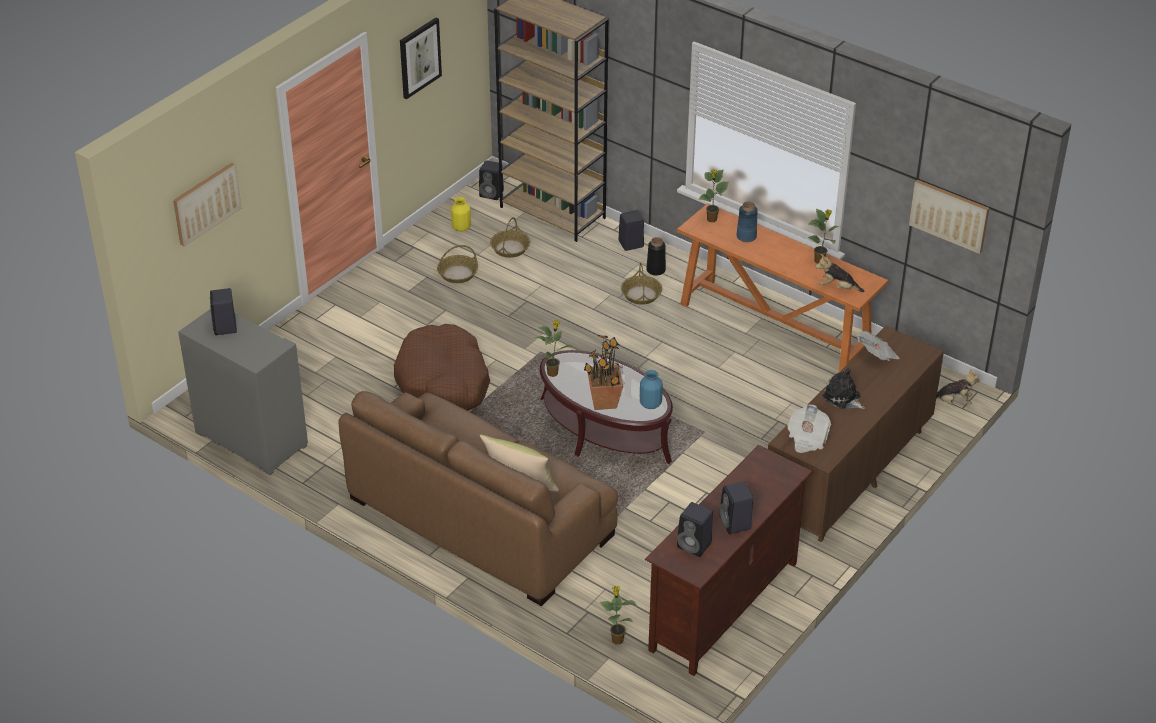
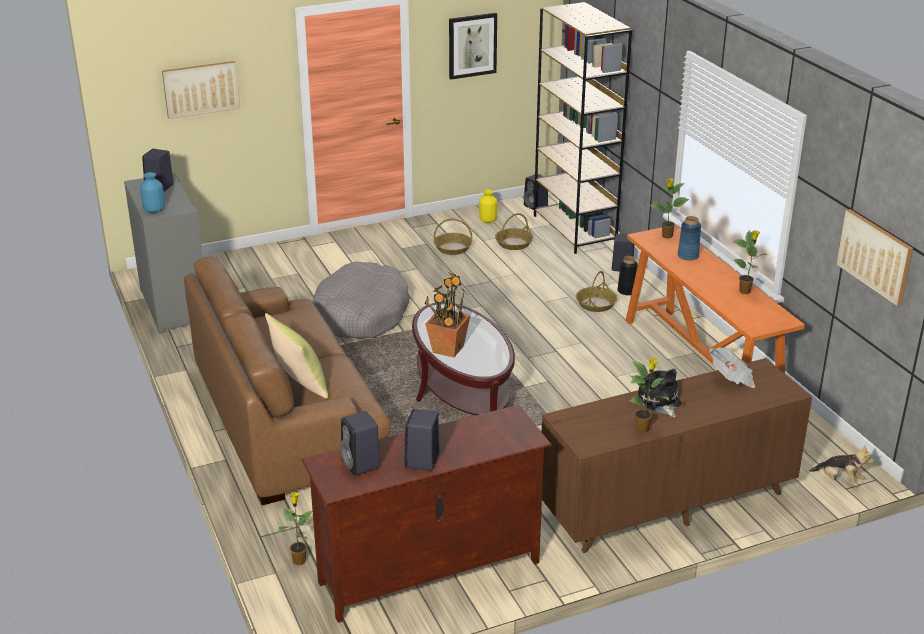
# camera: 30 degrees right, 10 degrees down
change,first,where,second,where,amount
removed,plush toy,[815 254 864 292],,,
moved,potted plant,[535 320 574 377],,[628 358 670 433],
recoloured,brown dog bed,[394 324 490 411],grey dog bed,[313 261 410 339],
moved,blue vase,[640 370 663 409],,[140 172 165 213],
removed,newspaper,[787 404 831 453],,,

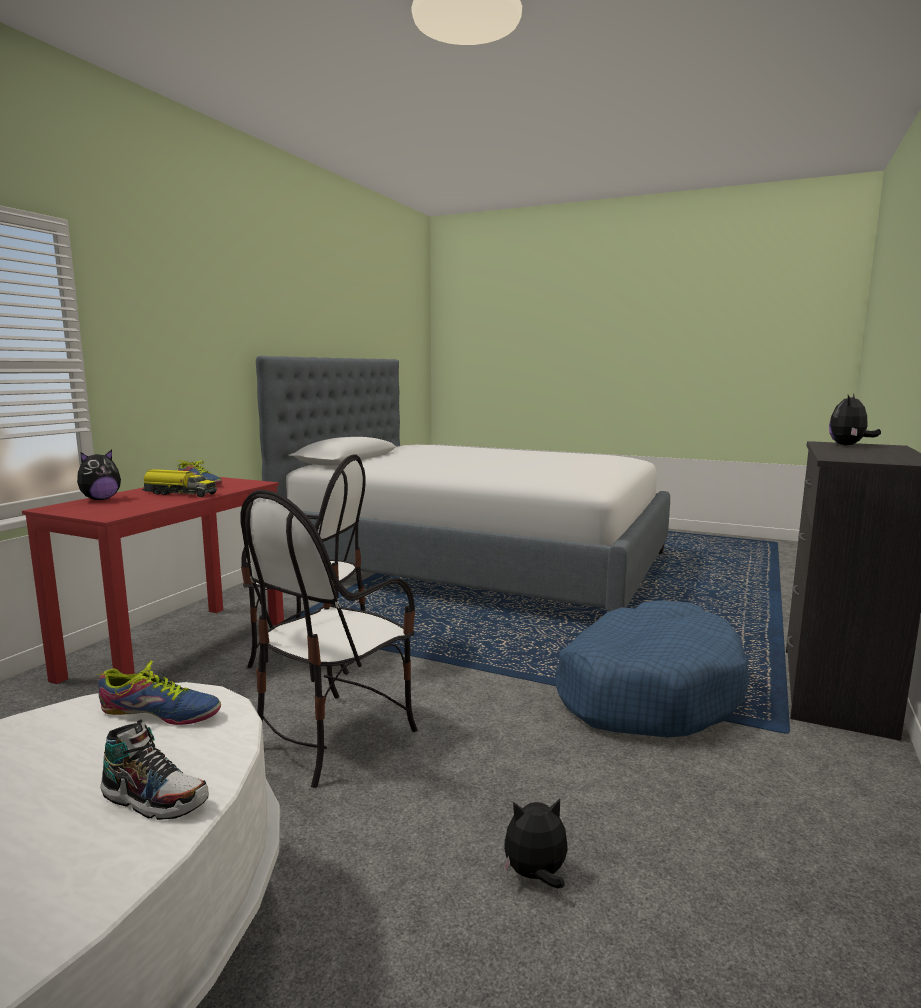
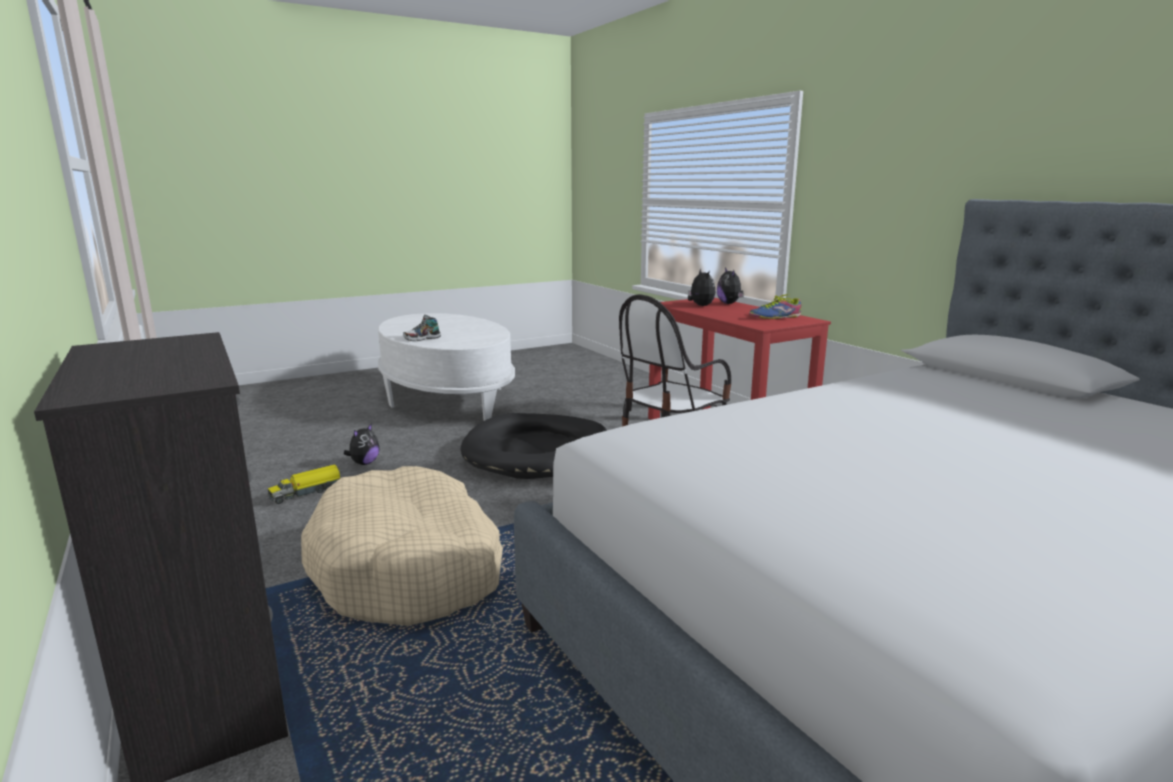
# camera: 125 degrees right, 5 degrees up
change,first,where,second,where,amount
moved,plush toy,[829 393 881 446],,[688 269 716 306],
moved,toy truck,[142 469 217 497],,[268 464 340 504],
replaced,chair,[240 489 417 788],black dog bed,[460 413 607 479],
recoloured,blue dog bed,[555 600 749 738],beige dog bed,[301 466 503 626],
removed,shoe,[96 660 221 725],,,

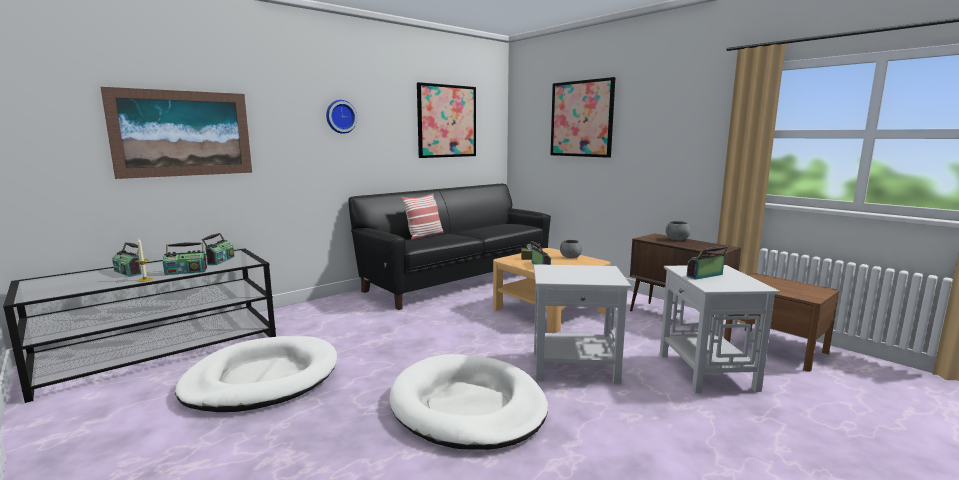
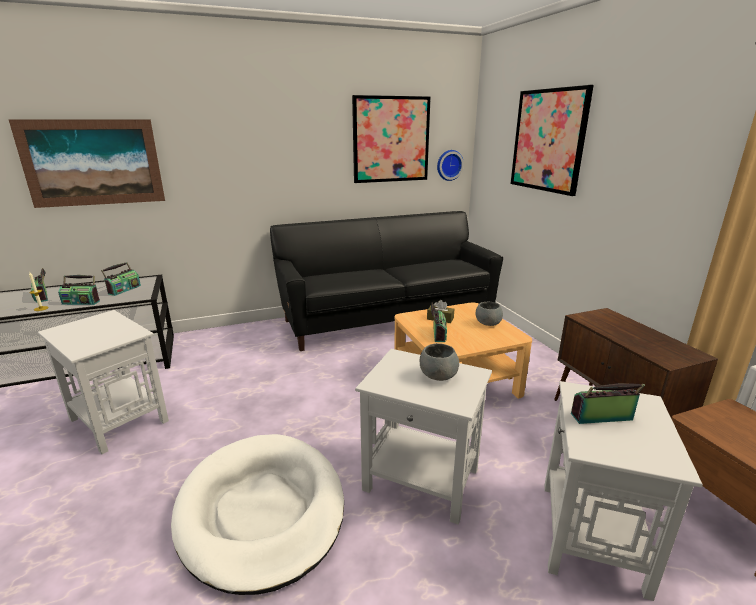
# camera: 20 degrees right, 10 degrees up
change,first,where,second,where,amount
moved,wall clock,[326 100 357 134],,[437 150 464 181],
removed,pillow,[401 194 444 240],,,
moved,grey bowl,[666 221 691 241],,[420 343 459 381],
replaced,white dog bed,[175 336 337 412],white side table,[38 310 169 454],

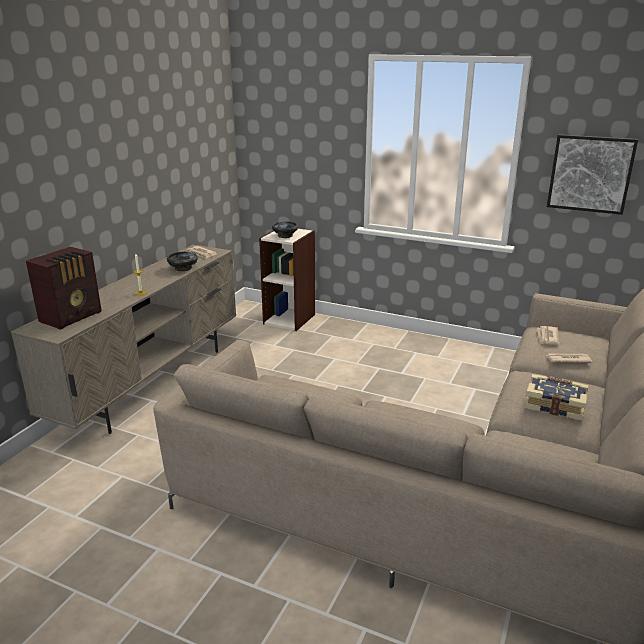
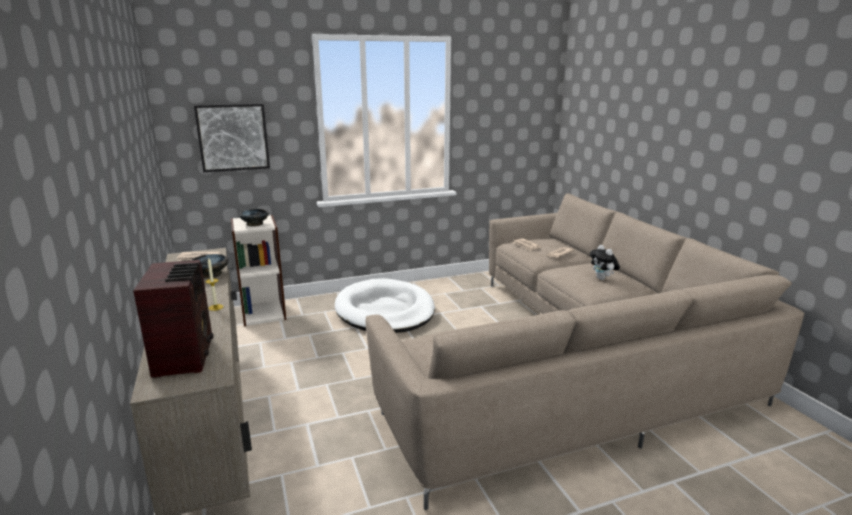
# camera: 45 degrees left, 5 degrees down
change,first,where,second,where,amount
moved,picture,[547 134 638 215],,[194 104 270 172],
replaced,book,[524 374 589 421],plush toy,[590 245 620 280],
added,,,white dog bed,[335 278 435 333],

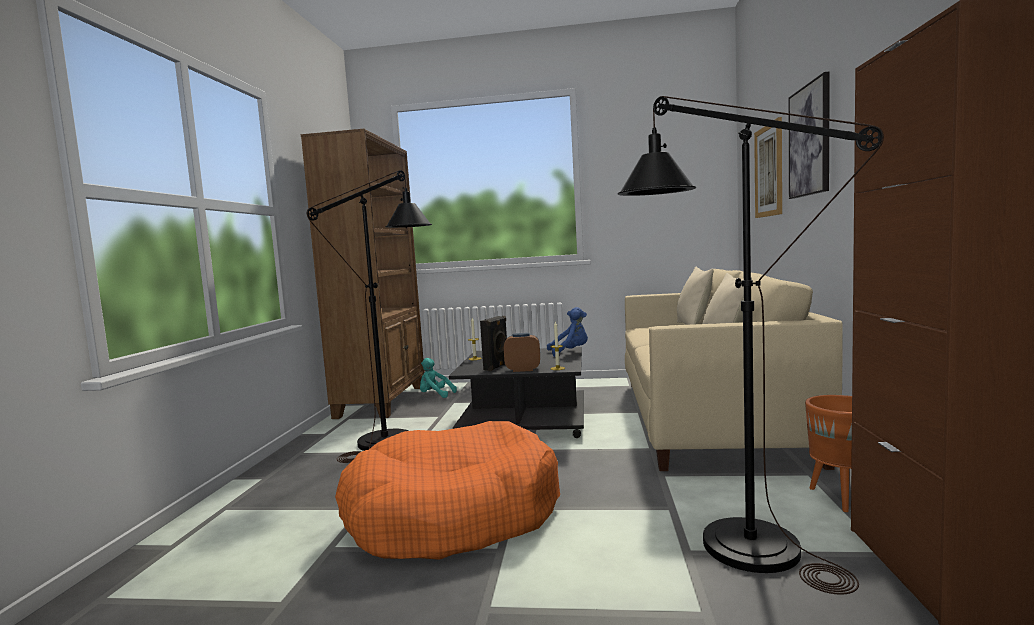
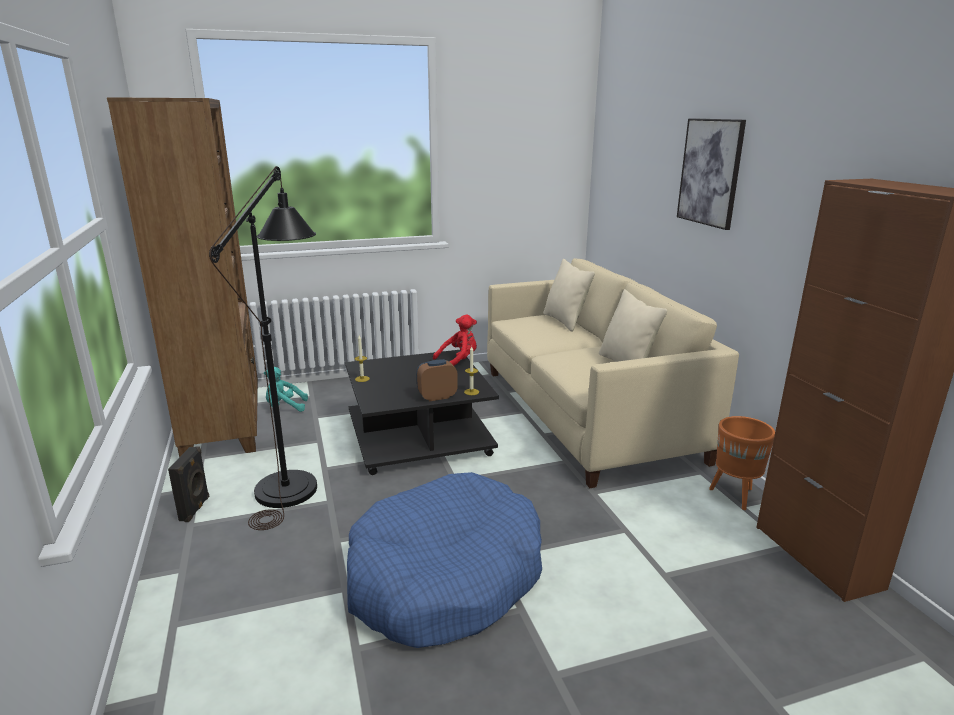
# camera: 25 degrees left, 15 degrees up
change,first,where,second,where,amount
removed,black floor lamp,[618 96 884 595],,,
removed,picture,[754 117 782 218],,,
recoloured,blue plush toy,[547 307 588 357],red plush toy,[433 315 477 366],
moved,black speaker,[480 316 507 371],,[168 446 209 522],
recoloured,orange dog bed,[335 421 560 560],blue dog bed,[347 472 542 648],

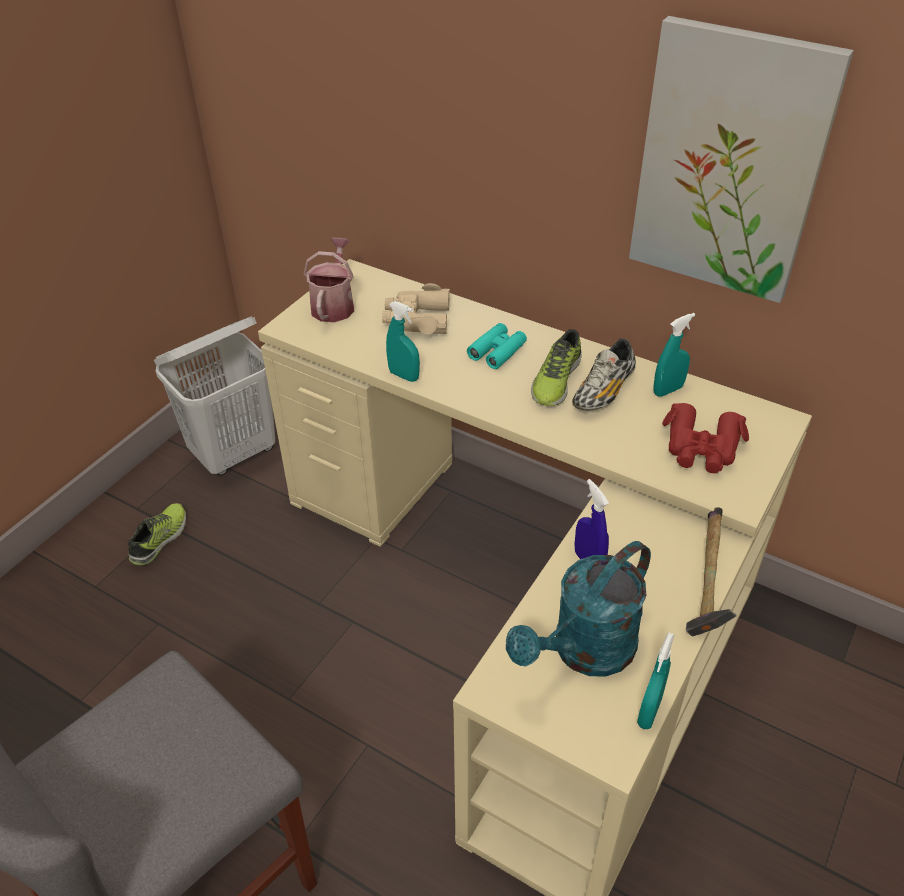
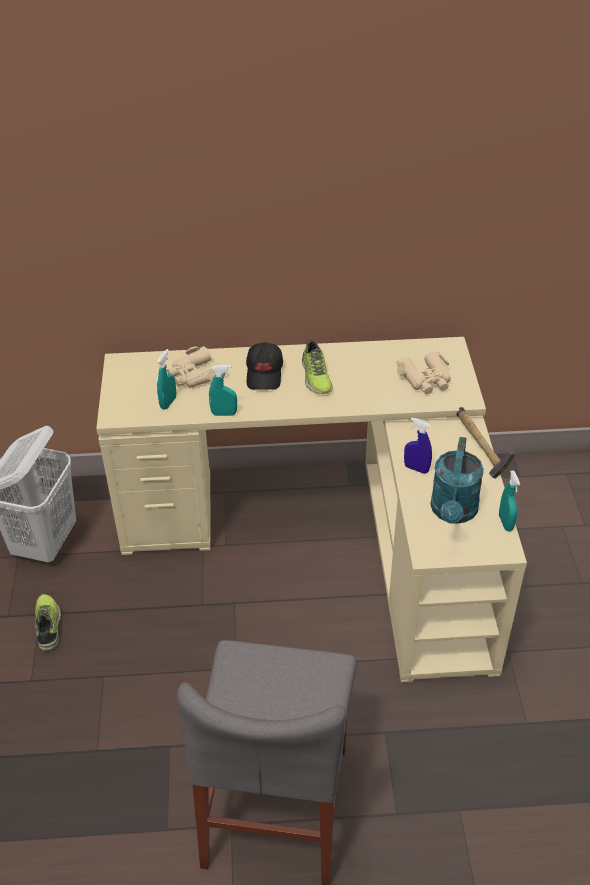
# camera: 35 degrees left, 0 degrees up
change,first,where,second,where,amount
removed,picture,[629 16 854 303],,,
removed,watering can,[304 238 354 322],,,
moved,turquoise spray bottle,[653 313 695 396],,[157 349 176 410],
replaced,turquoise binoculars,[467 323 527 369],black cap,[246 342 283 390],
removed,shoe,[572 338 636 410],,,
recoloured,red binoculars,[662 403 749 473],beige binoculars,[396 351 451 394],

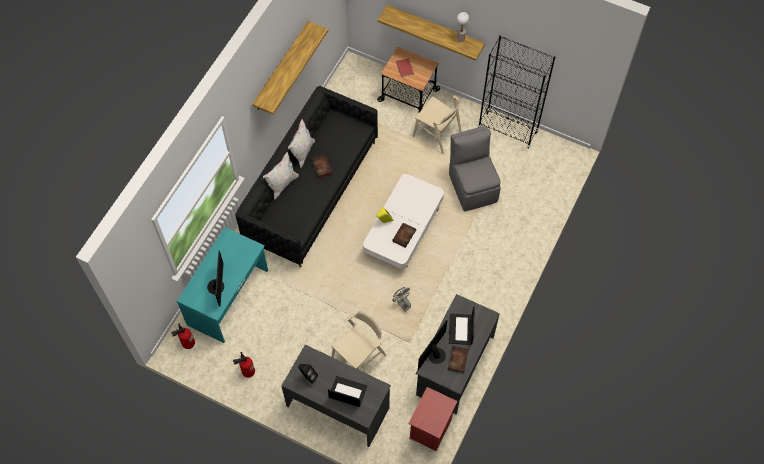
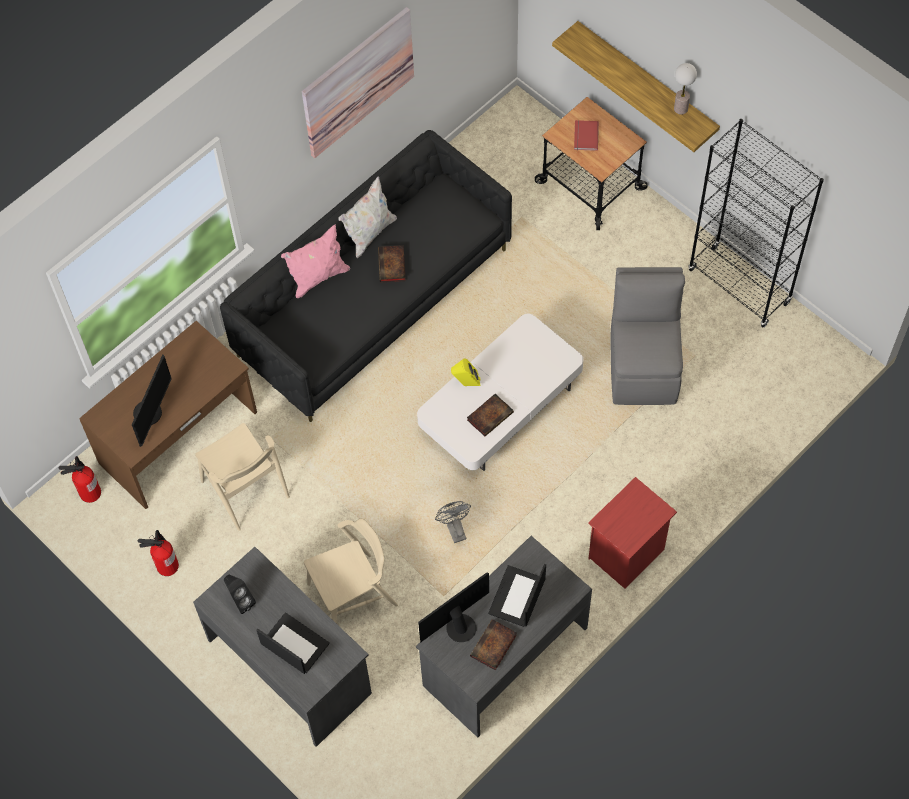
# camera: 20 degrees right, 0 degrees up
change,first,where,second,where,amount
replaced,shelf,[252 21 328 115],picture,[302 7 414 158],
moved,beige chair,[413 95 461 154],,[195 423 290 531],
recoloured,white pillow,[263 152 299 199],pink pillow,[281 225 350 298],
recoloured,turquoise desk,[177 227 268 343],brown desk,[79 321 257 509],
moved,red nightstand,[409 387 458 451],,[588 477 677 589],

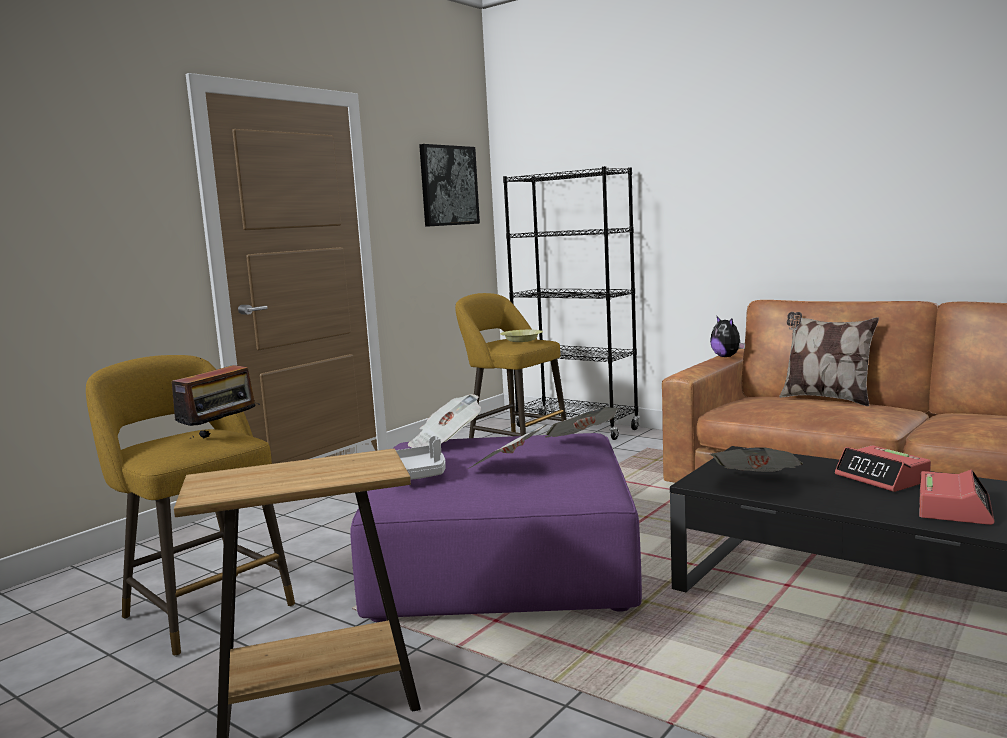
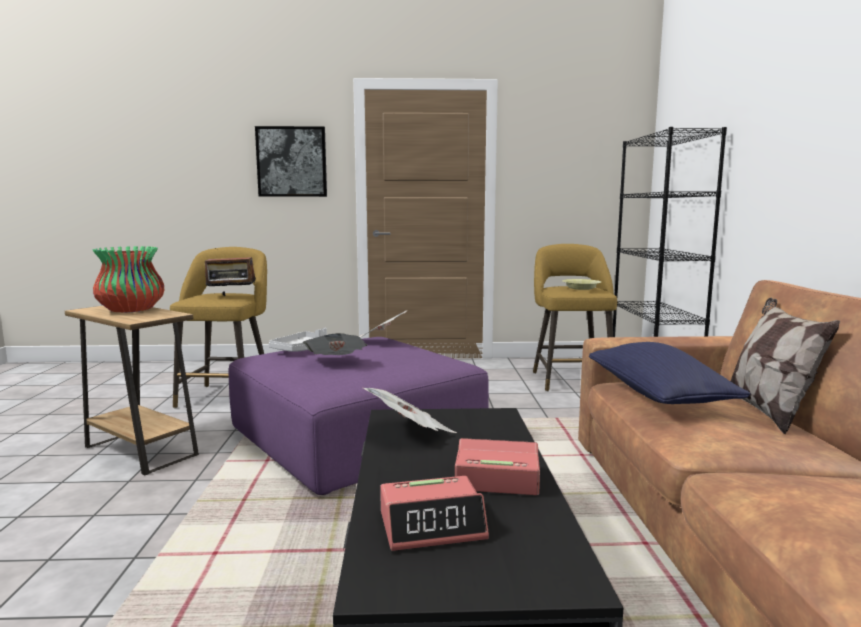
# camera: 50 degrees right, 0 degrees up
change,first,where,second,where,amount
moved,picture,[419 144 480 227],,[255 126 327 197],
removed,plush toy,[710 317 746 357],,,
removed,newspaper,[545 407 618 438],,,
turned,alarm clock,[835 445 931 492],,[455 438 540 495],75 degrees clockwise
added,,,vase,[93 246 164 312],
added,,,blue pillow,[589 342 750 404],

